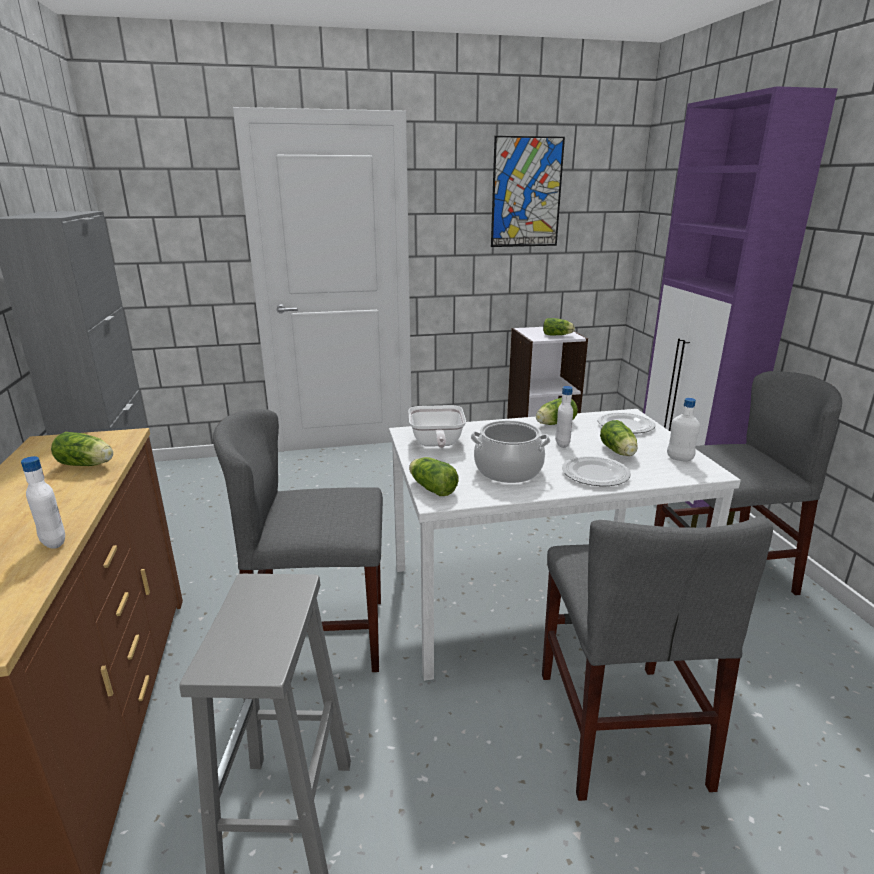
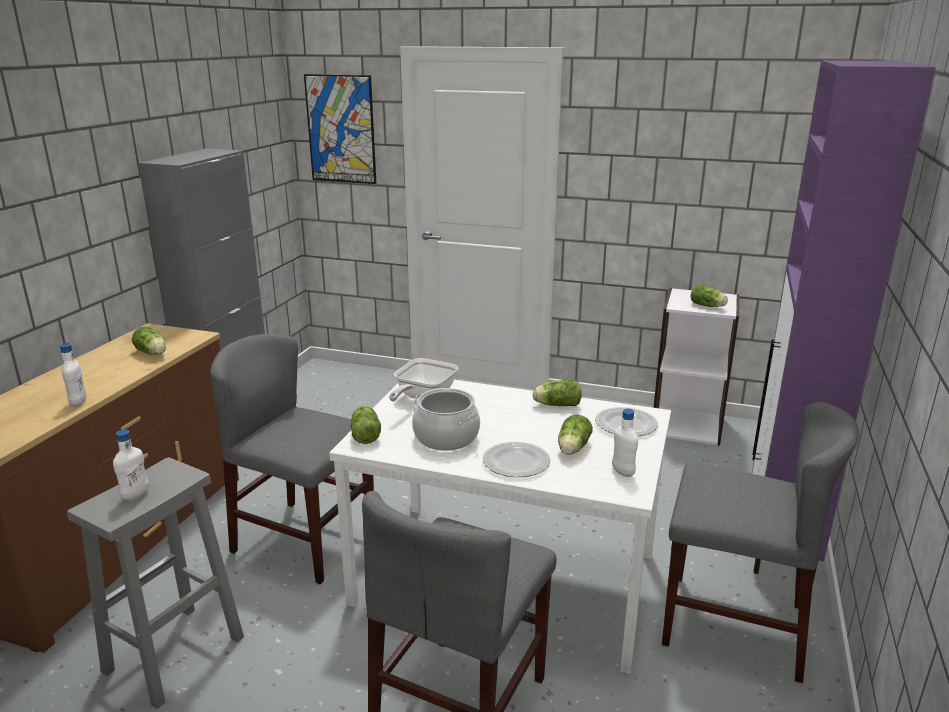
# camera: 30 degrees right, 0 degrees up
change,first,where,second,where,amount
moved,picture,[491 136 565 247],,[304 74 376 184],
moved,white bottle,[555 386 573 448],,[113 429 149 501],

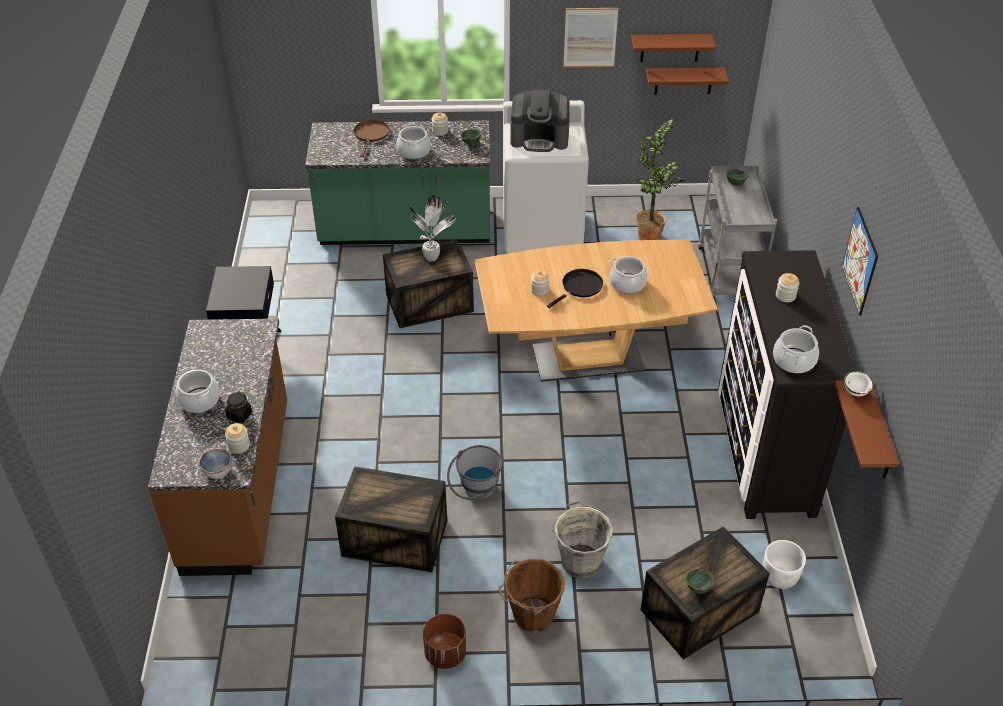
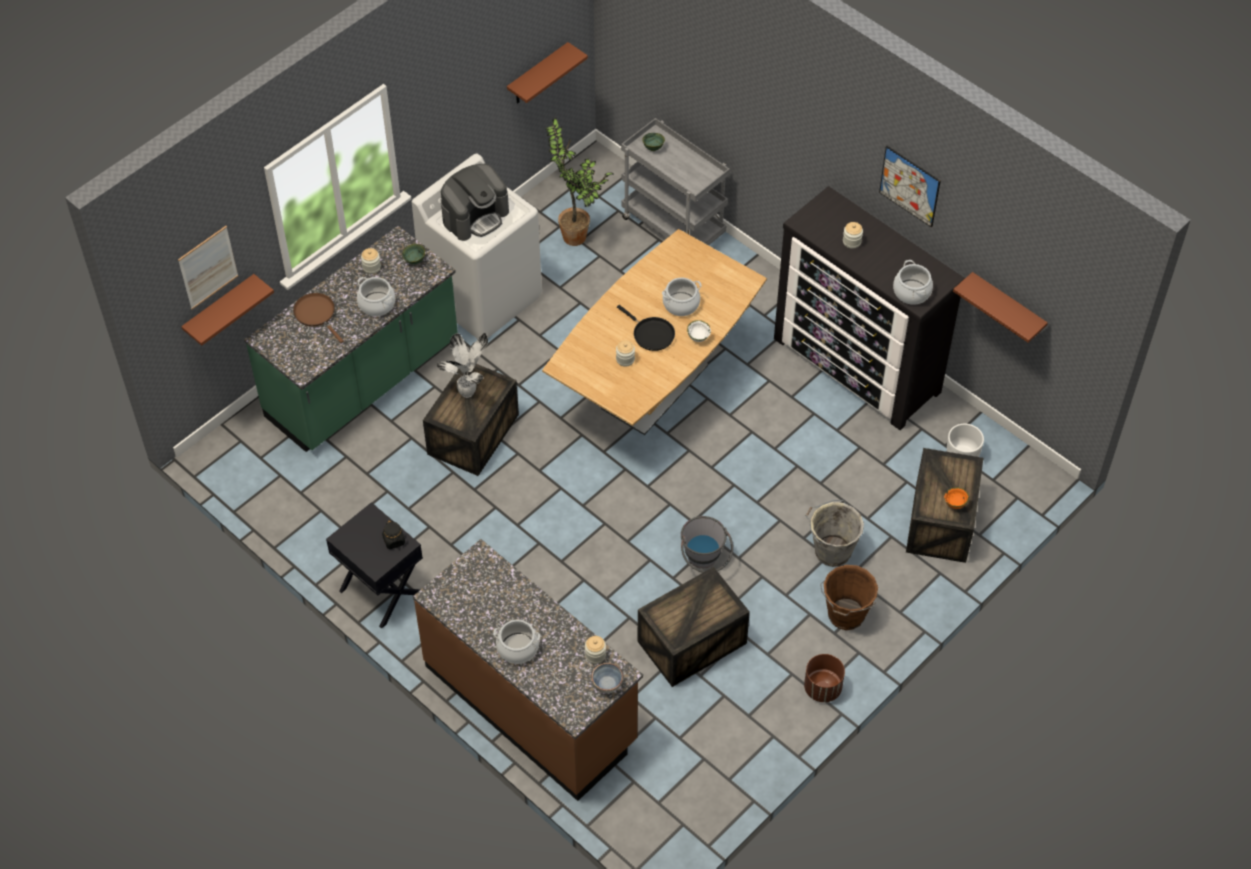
# camera: 45 degrees left, 10 degrees up
change,first,where,second,where,amount
moved,picture,[563 8 618 67],,[178 226 238 309],
moved,brown shelf,[631 34 716 62],,[181 274 274 346],
turned,black frying pan,[547 269 603 308],,[617 305 675 351],135 degrees clockwise
moved,white bowl,[844 371 874 396],,[687 320 711 342],
moved,black jar,[225 391 252 423],,[382 520 405 549],
recoloured,green bowl,[686 569 715 594],orange bowl,[944 487 969 509],

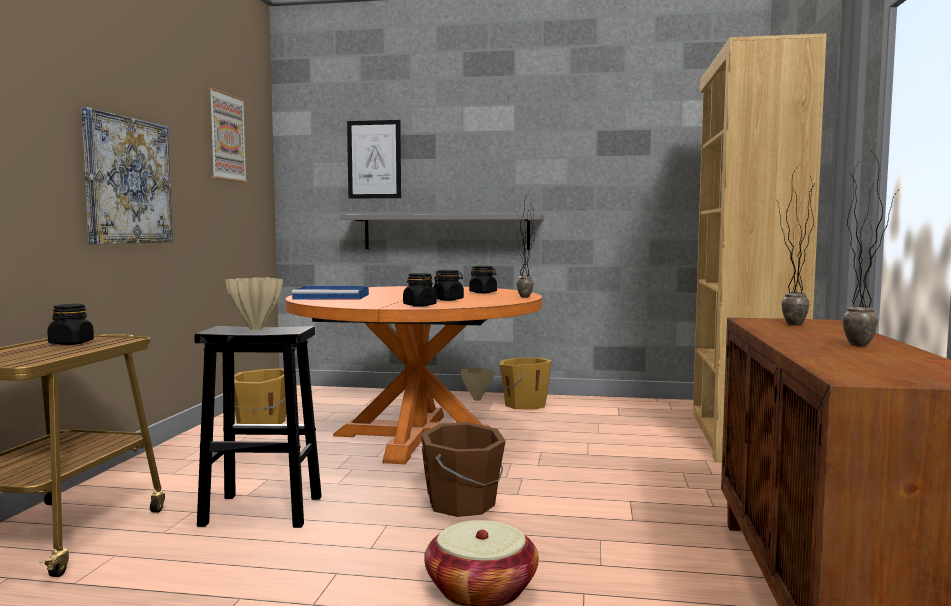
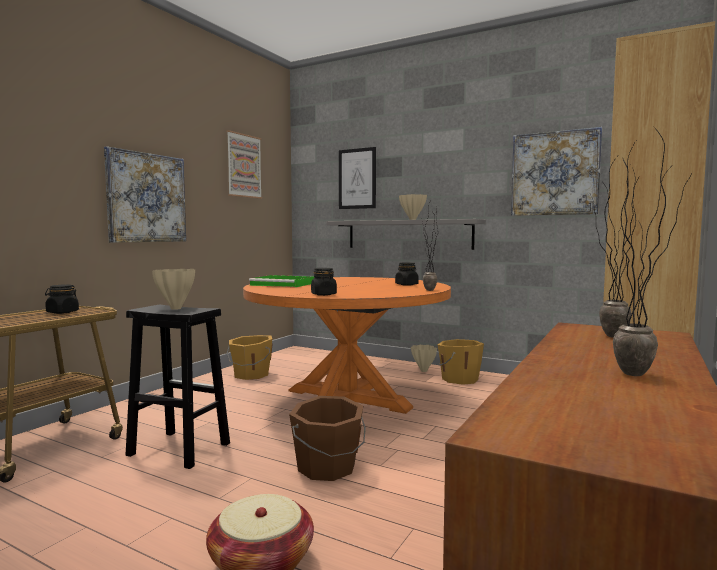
# camera: 20 degrees right, 0 degrees up
change,first,where,second,where,amount
removed,black jar,[433 270 464 301],,,
recoloured,blue tray,[292 286 369 300],green tray,[249 275 314 288],
added,,,picture,[511 127 602 216],
added,,,beige vase,[399 194 427 220],

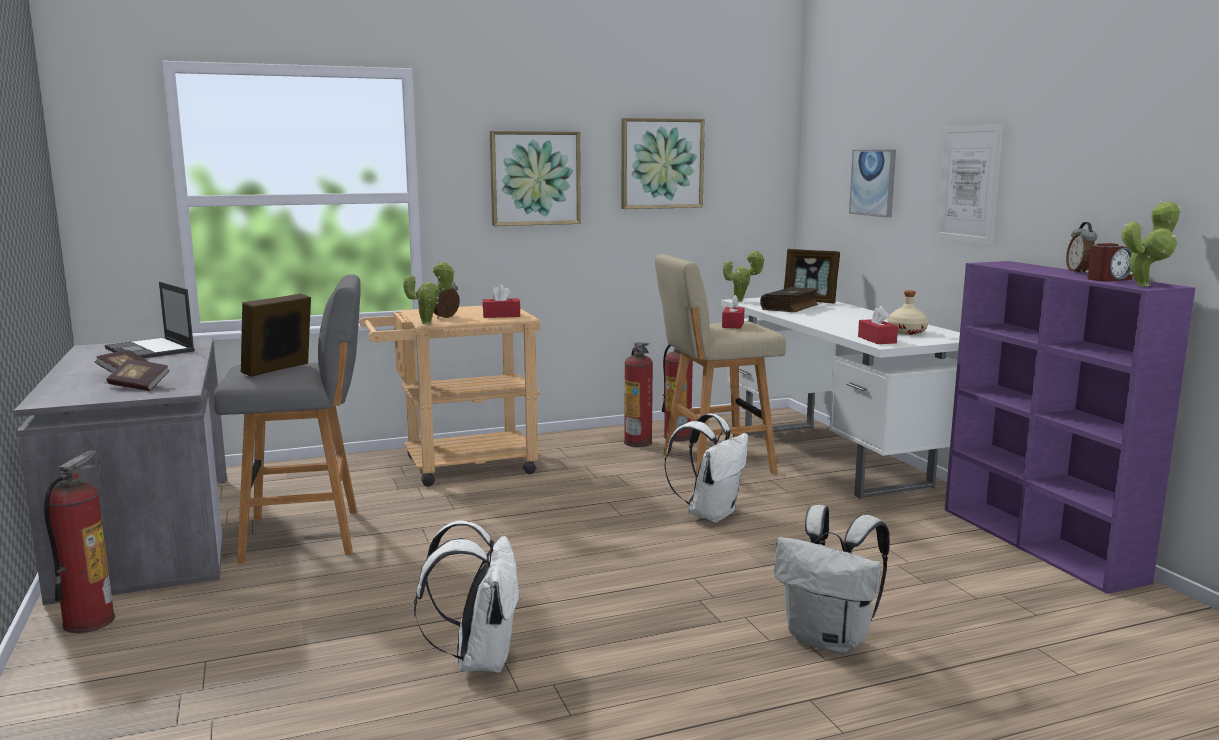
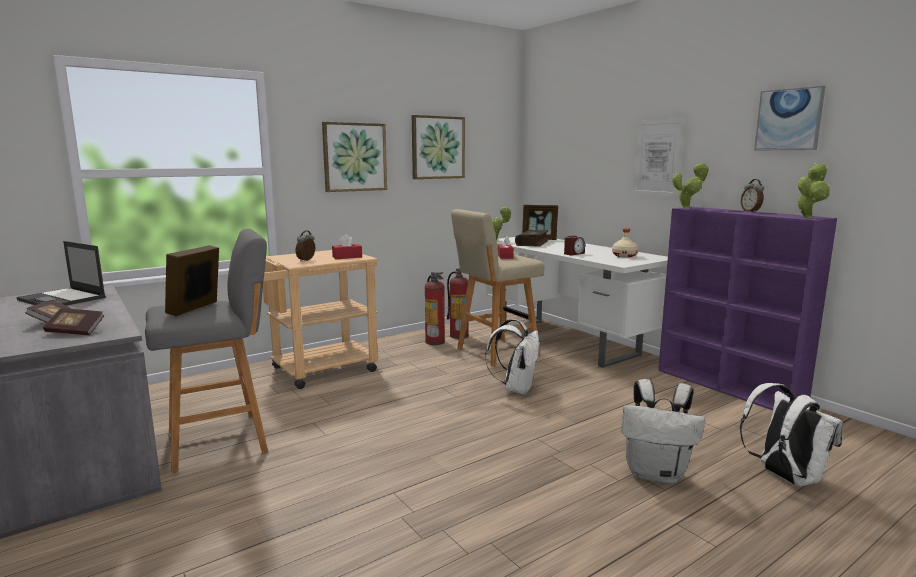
# camera: 15 degrees left, 0 degrees up
change,first,where,second,where,amount
moved,picture,[849 149 896 218],,[754 86 825 150],
moved,alarm clock,[1087 243 1133 282],,[564 236 585 255],
moved,potted plant,[403 261 455 324],,[672 163 709 209],
removed,red tissue box,[858 306 898 344],,,
removed,fire extinguisher,[44 450 115 633],,,
moved,white backpack,[414 521 521 673],,[740 383 843 486],

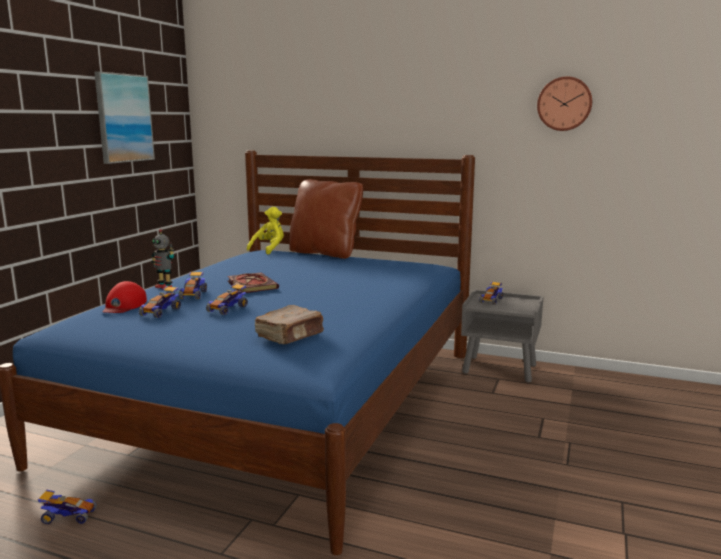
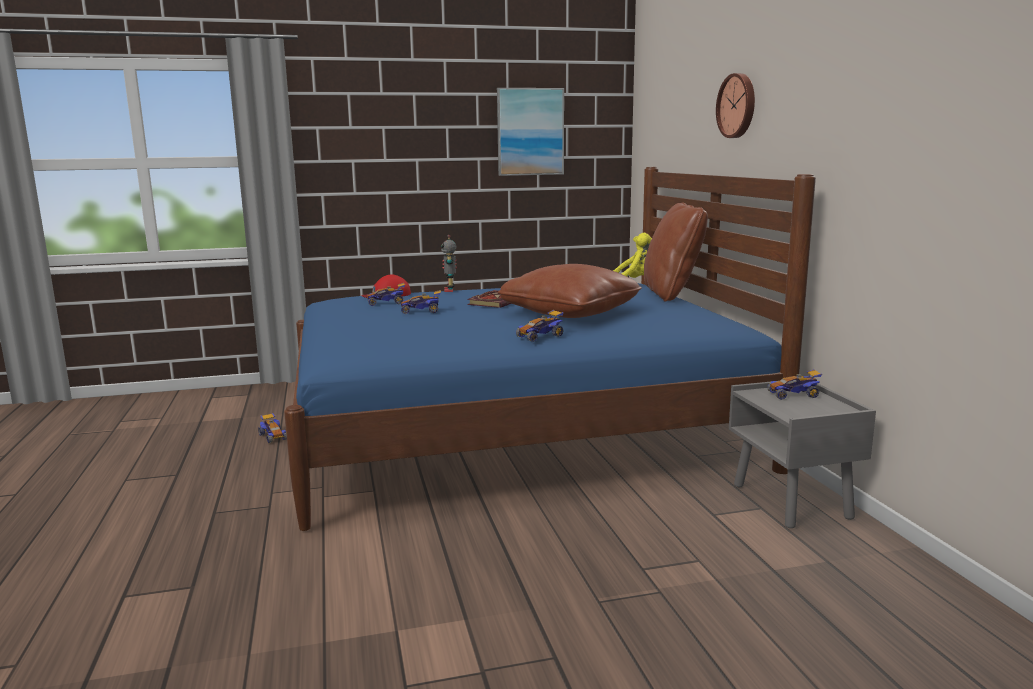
# camera: 55 degrees right, 0 degrees up
change,first,where,second,where,amount
moved,wall clock,[537 76 592 131],,[716 73 755 138],
moved,toy car,[178 272 207 299],,[516 310 564 342],
removed,brown book,[254 305 324 344],,,
added,,,brown pillow,[498 264 642 318],

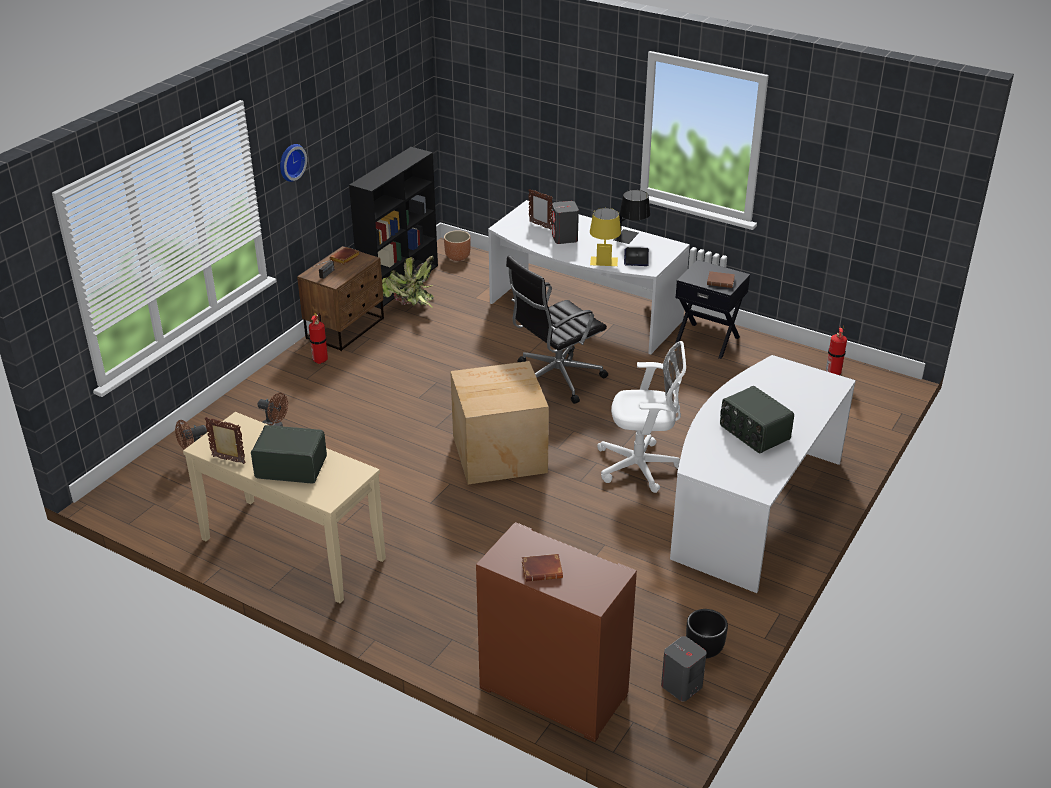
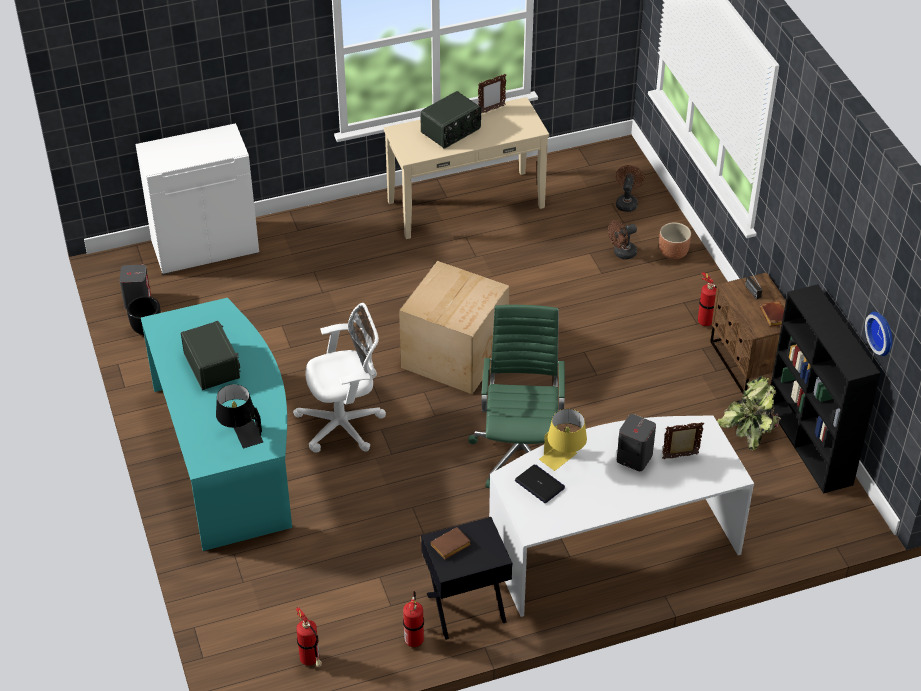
# camera: 130 degrees right, 10 degrees up
change,first,where,second,where,amount
moved,wall clock,[280 144 307 182],,[865 312 892 356],
moved,black table lamp,[614 190 650 244],,[216 384 263 448],
moved,brown planter,[444 230 471 261],,[659 222 691 260],
recoloured,black office chair,[506 256 608 404],green office chair,[468 305 565 489],
turned,white office chair,[597 341 686 493],,[293 303 386 453],150 degrees counterclockwise
recoloured,white desk,[670 355 856 593],turquoise desk,[141 298 292 551],
turned,radio,[720 386 794 454],,[181 321 241 390],60 degrees clockwise
recoloured,brown cabinet,[476 522 637 742],white cabinet,[135 123 259 275],
removed,brown book,[522 554 563 582],,,
added,,,fire extinguisher,[403 591 424 647],

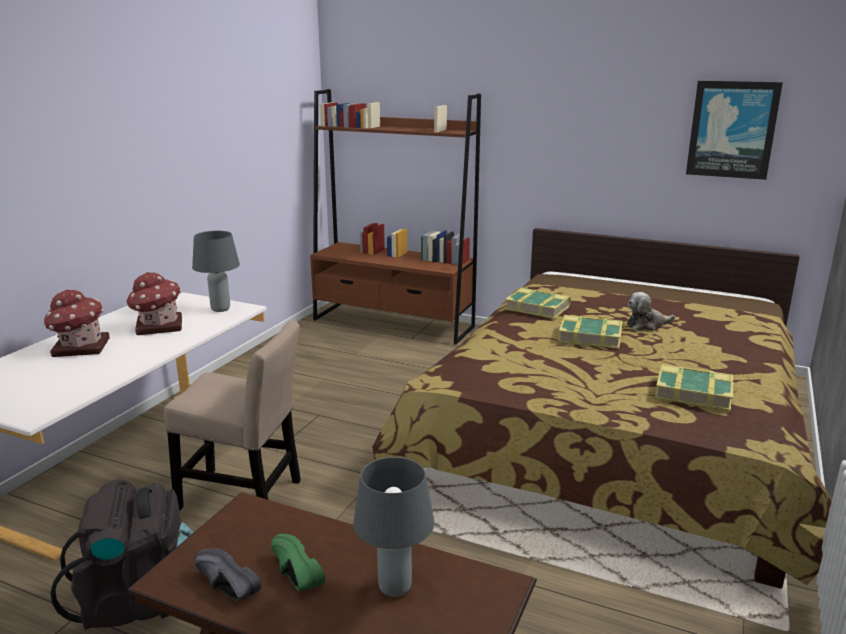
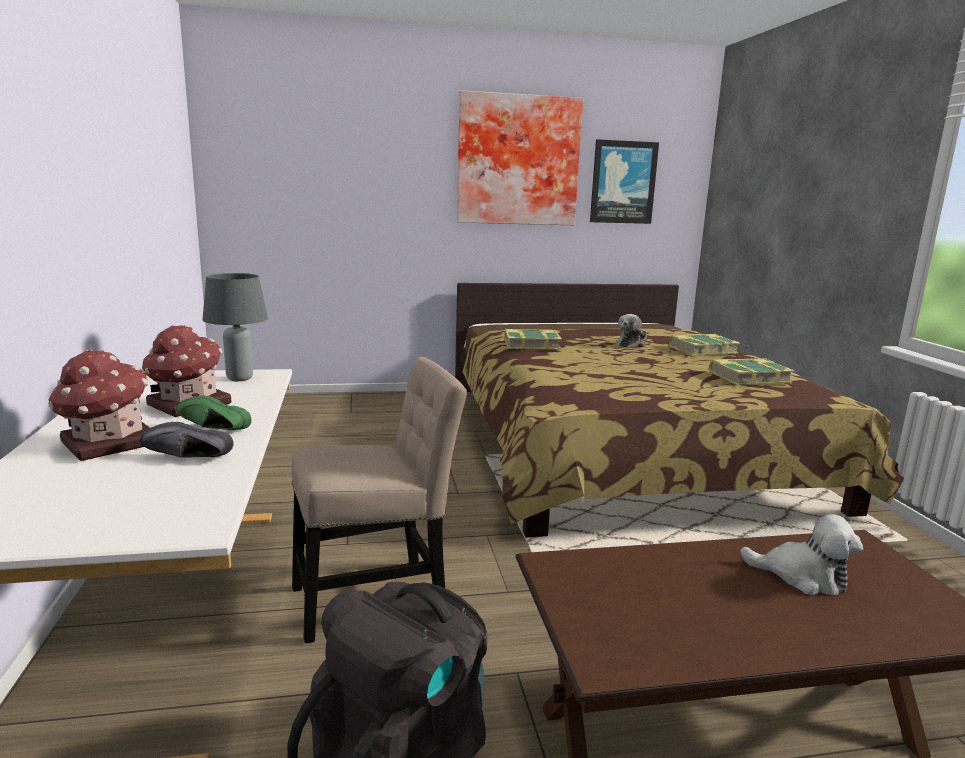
# camera: 35 degrees left, 5 degrees down
change,first,where,second,where,amount
removed,brown bookcase,[310 89 481 345],,,
moved,book,[558 315 623 349],,[669 334 740 356],
replaced,grey table lamp,[353 457 434 597],plush toy,[740 514 863 595],
moved,green shoe,[271 534 325 591],,[176 395 252 430],
moved,black shoe,[194 548 261 601],,[140 422 233 458],
added,,,picture,[457 90 583 225],

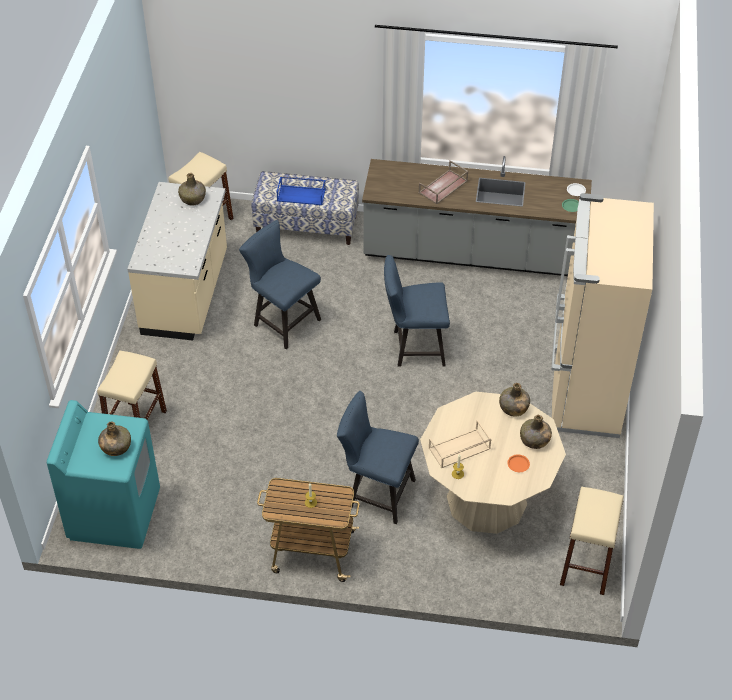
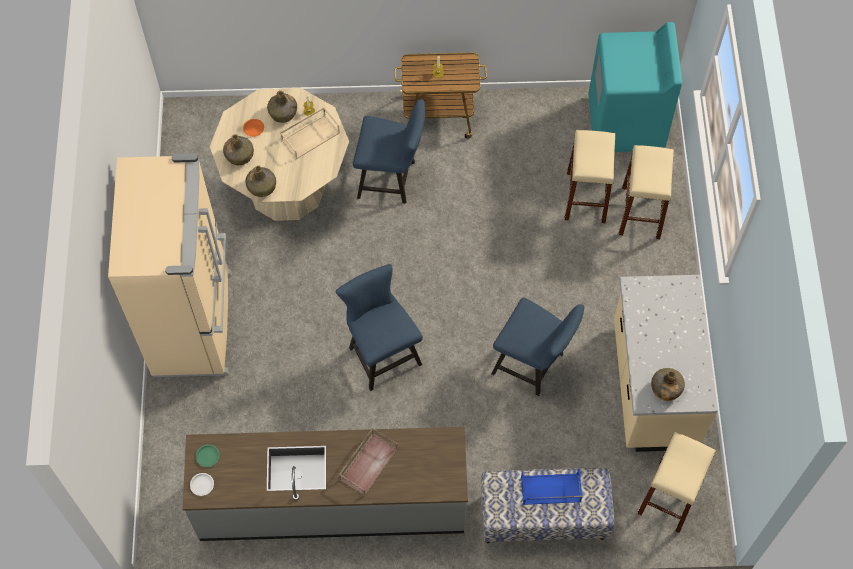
# camera: 170 degrees right, 15 degrees up
change,first,where,second,where,amount
turned,blue chair,[384 255 450 367],,[335 264 423 391],105 degrees counterclockwise
moved,green bottle,[98 421 131 456],,[267 91 297 123],
moved,beige stool,[560 487 623 595],,[564 130 615 223],

